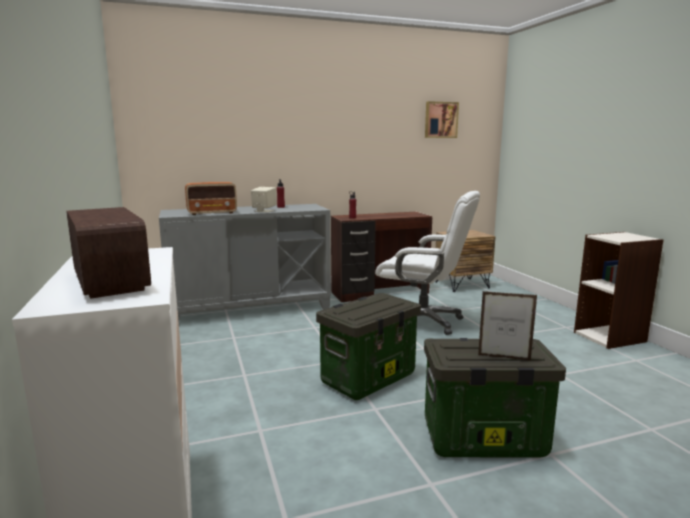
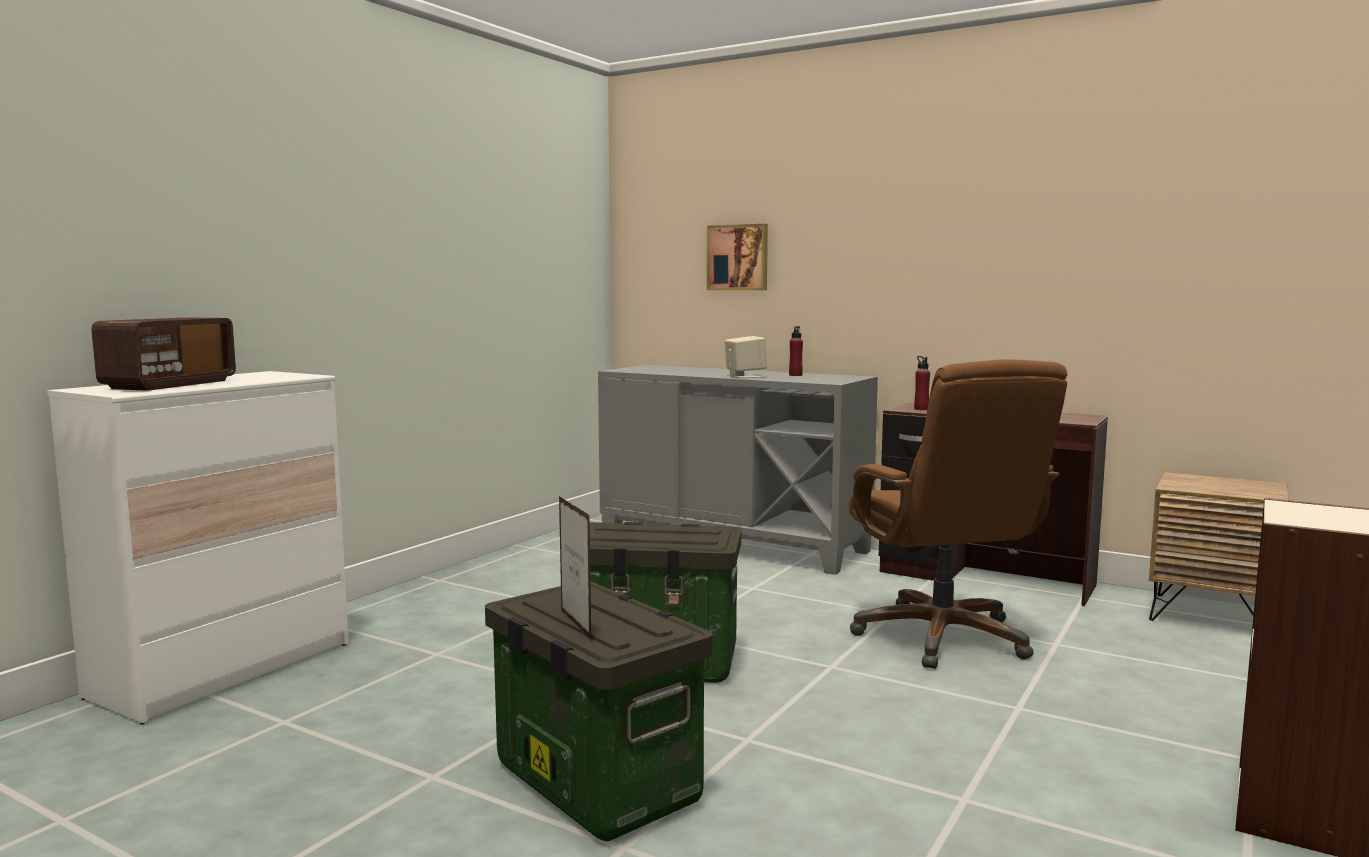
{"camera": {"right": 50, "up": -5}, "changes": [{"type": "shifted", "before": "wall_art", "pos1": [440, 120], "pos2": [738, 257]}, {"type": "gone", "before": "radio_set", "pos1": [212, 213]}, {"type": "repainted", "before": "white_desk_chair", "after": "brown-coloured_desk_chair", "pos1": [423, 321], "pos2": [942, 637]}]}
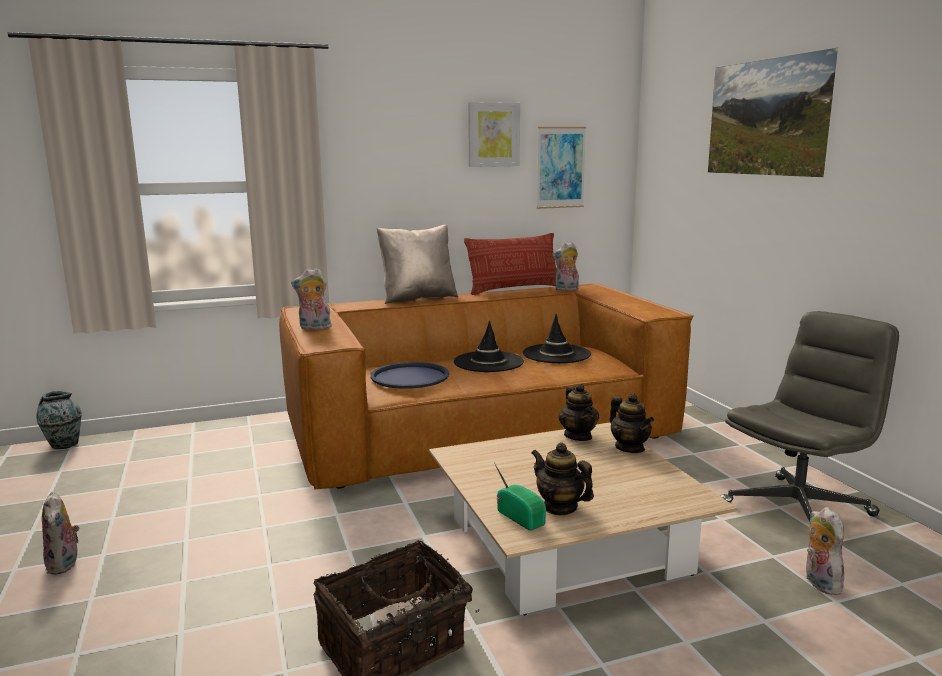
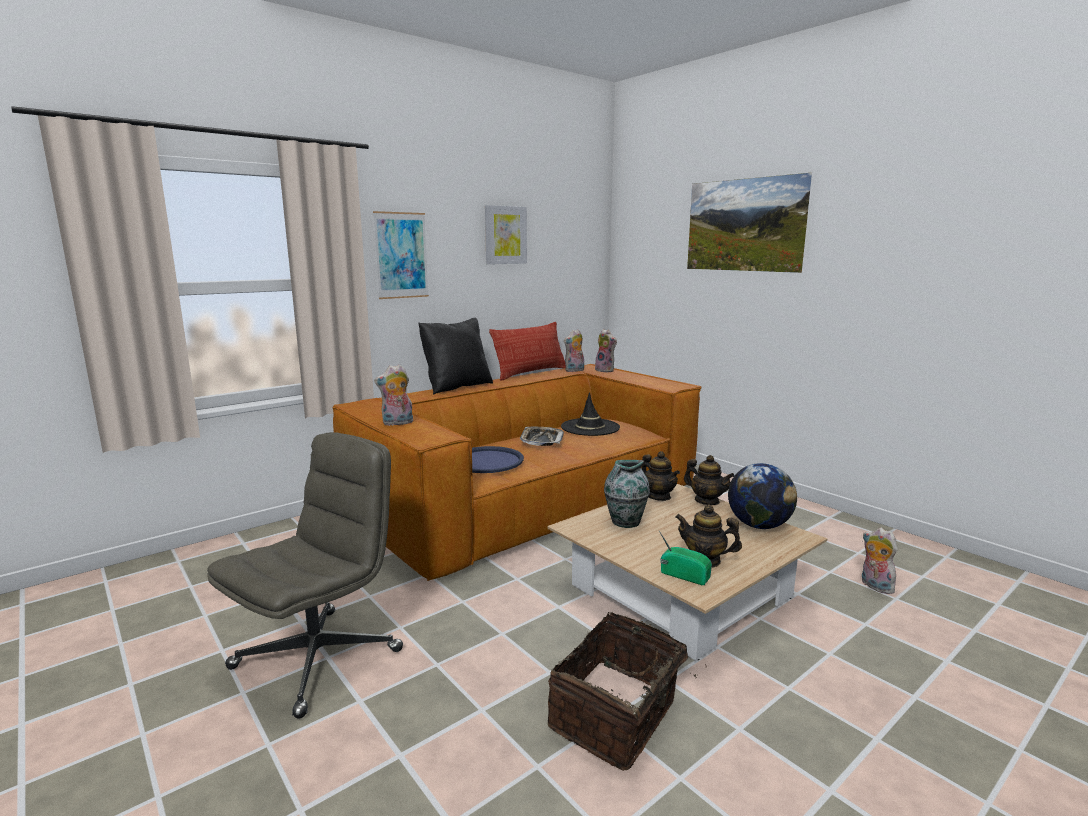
{"camera": {"right": -20, "up": 0}, "changes": [{"type": "shifted", "before": "wall_art", "pos1": [560, 167], "pos2": [401, 255]}, {"type": "repainted", "before": "beige-coloured_throw_pillow", "after": "black_throw_pillow", "pos1": [417, 298], "pos2": [456, 387]}, {"type": "shifted", "before": "grey_desk_chair", "pos1": [797, 509], "pos2": [318, 658]}, {"type": "swapped", "before": "black_wearable_hat", "after": "serving_tray", "pos1": [488, 362], "pos2": [541, 440]}, {"type": "shifted", "before": "flower_vase", "pos1": [63, 444], "pos2": [625, 522]}, {"type": "shifted", "before": "soft_toy", "pos1": [65, 565], "pos2": [606, 370]}, {"type": "new", "after": "globe", "pos2": [759, 525]}]}
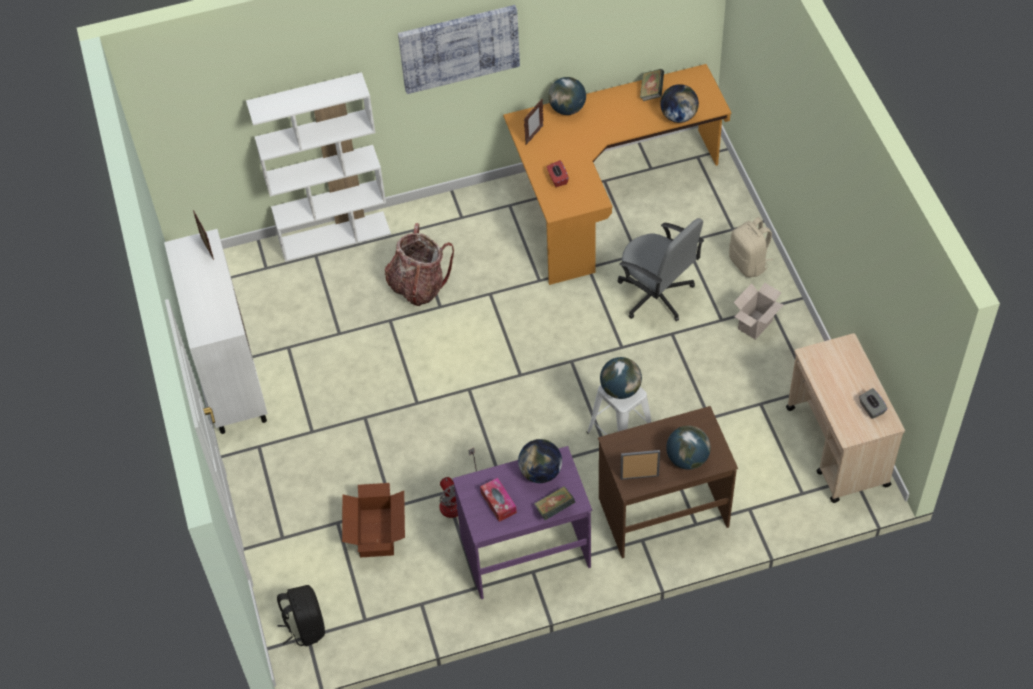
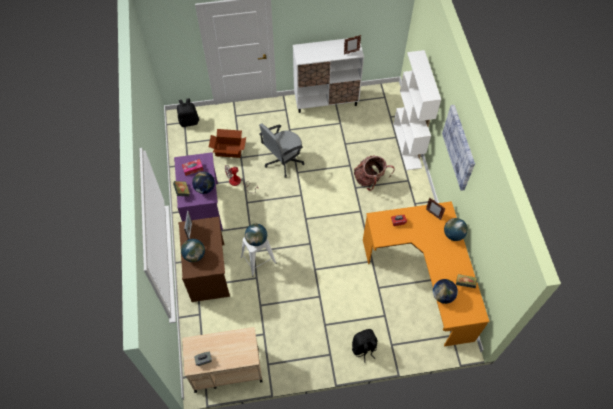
{"camera": {"right": 95, "up": 5}, "changes": [{"type": "repainted", "before": "beige-coloured_knapsack", "after": "black_knapsack", "pos1": [749, 263], "pos2": [364, 349]}, {"type": "shifted", "before": "grey_desk_chair", "pos1": [656, 295], "pos2": [283, 161]}, {"type": "gone", "before": "cardboard_box", "pos1": [755, 326]}]}
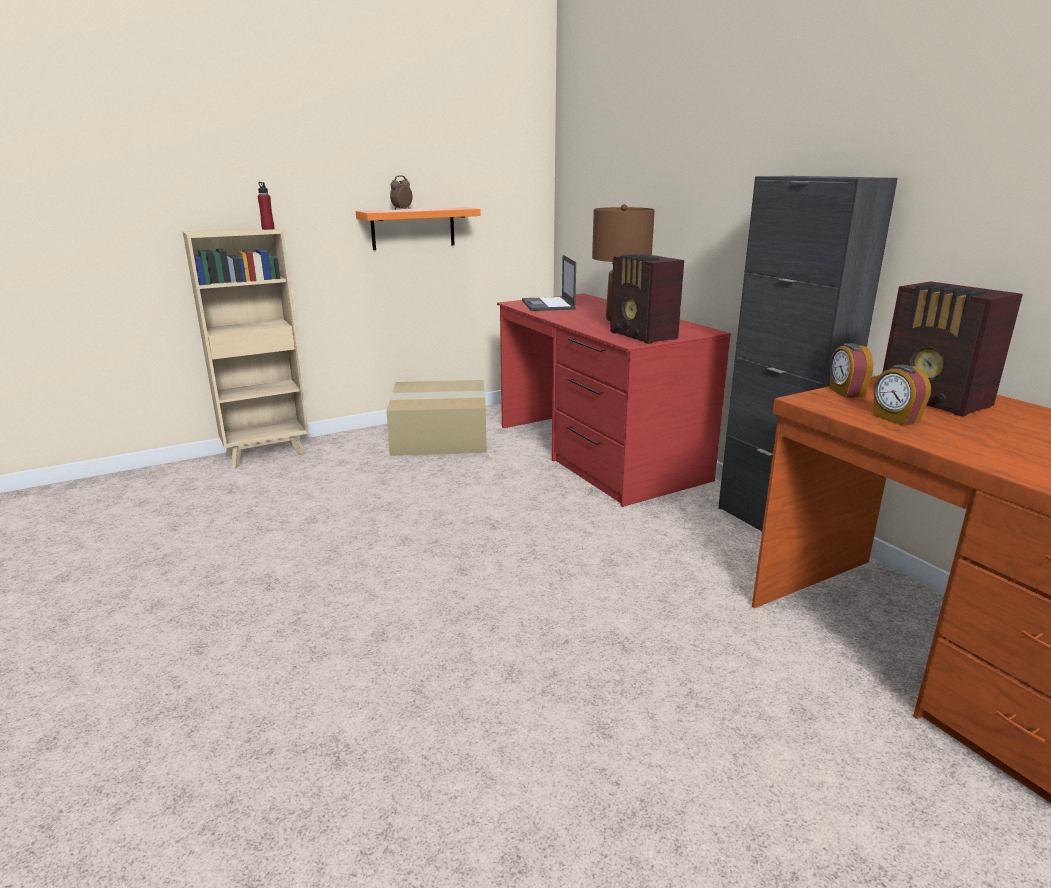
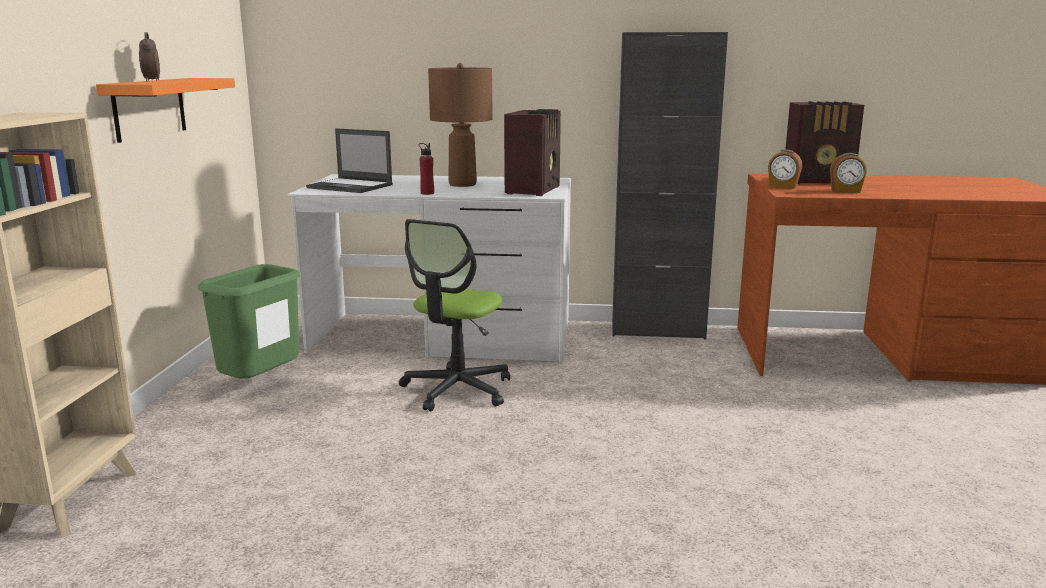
{"camera": {"right": -55, "up": -5}, "changes": [{"type": "shifted", "before": "red-coloured_bottle", "pos1": [268, 229], "pos2": [427, 193]}, {"type": "rotated", "before": "radio_set", "pos1": [643, 336], "pos2": [534, 190], "turn": -75}, {"type": "repainted", "before": "red-coloured_desk_table", "after": "white_desk_table", "pos1": [597, 452], "pos2": [443, 337]}, {"type": "swapped", "before": "cardboard_box", "after": "greenish_trash_can", "pos1": [438, 437], "pos2": [261, 386]}, {"type": "new", "after": "desk_chair", "pos2": [457, 389]}]}
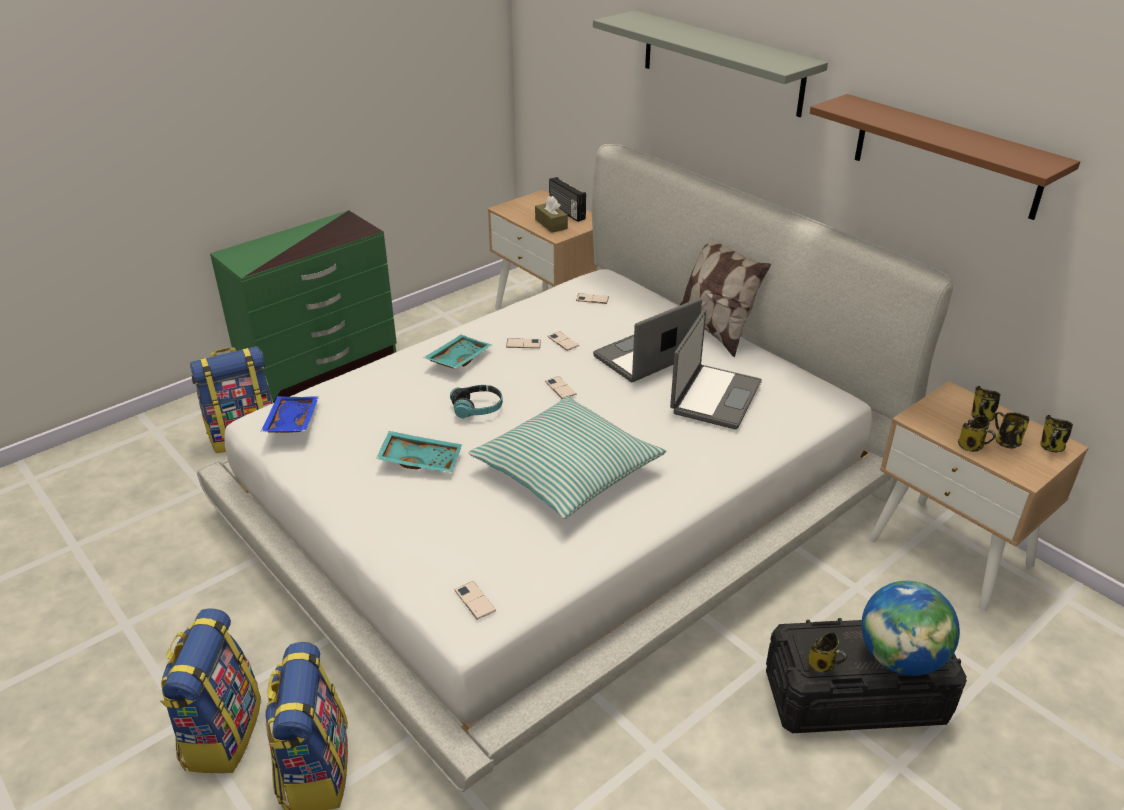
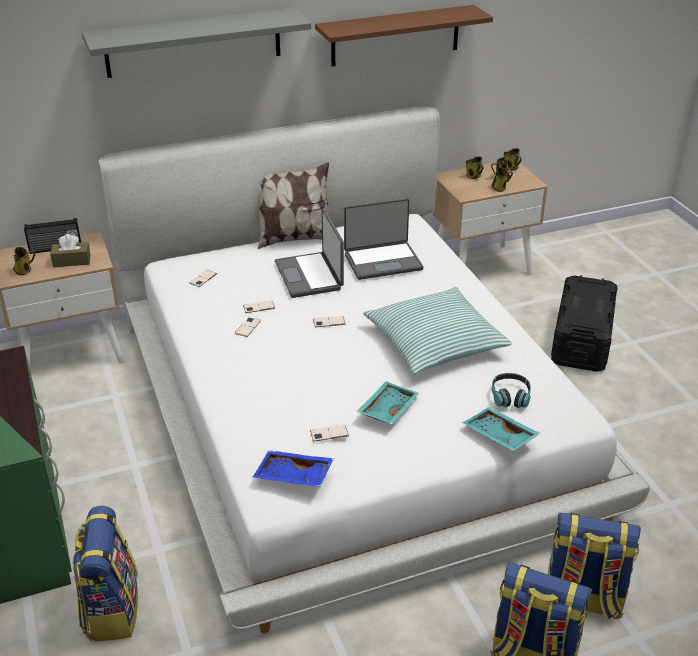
{"camera": {"right": -70, "up": 0}, "changes": [{"type": "rotated", "before": "notebook_computer", "pos1": [714, 397], "pos2": [382, 261], "turn": 120}, {"type": "shifted", "before": "blue-green_serving_tray", "pos1": [457, 359], "pos2": [498, 436]}, {"type": "shifted", "before": "headphones", "pos1": [477, 408], "pos2": [510, 396]}, {"type": "shifted", "before": "handset", "pos1": [475, 600], "pos2": [329, 433]}, {"type": "gone", "before": "globe", "pos1": [900, 658]}, {"type": "shifted", "before": "coffee_mug", "pos1": [822, 664], "pos2": [24, 270]}]}
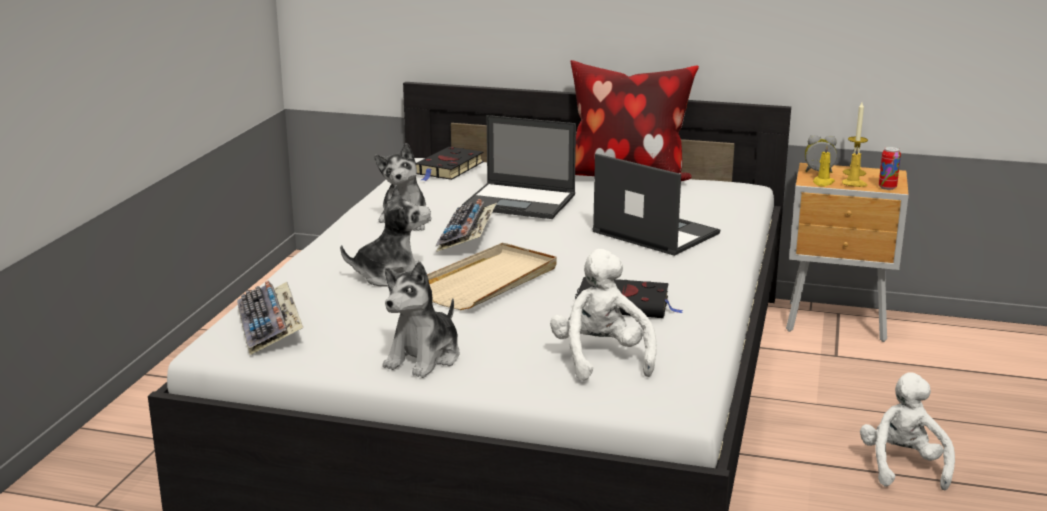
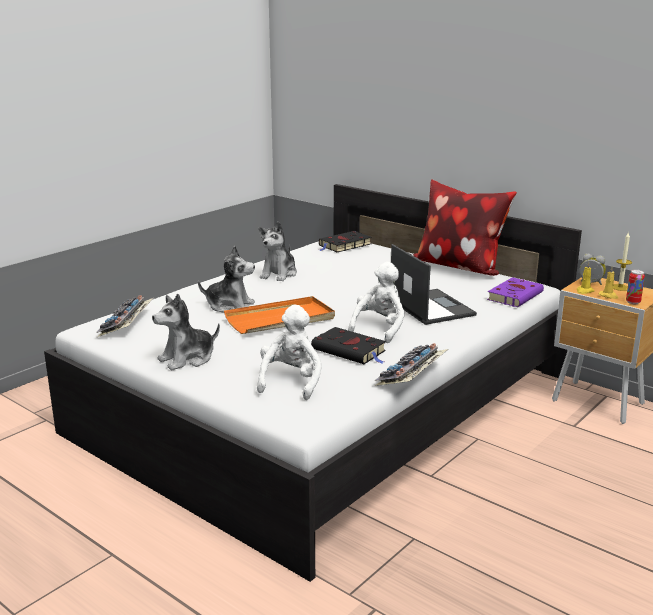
{"camera": {"right": 25, "up": 0}, "changes": [{"type": "gone", "before": "notebook_computer", "pos1": [521, 202]}, {"type": "shifted", "before": "keyboard", "pos1": [467, 236], "pos2": [412, 375]}, {"type": "repainted", "before": "beige-coloured_serving_tray", "after": "orange-coloured_serving_tray", "pos1": [487, 281], "pos2": [281, 319]}, {"type": "shifted", "before": "white_soft_toy", "pos1": [902, 466], "pos2": [379, 328]}, {"type": "new", "after": "purple_volume", "pos2": [515, 296]}]}
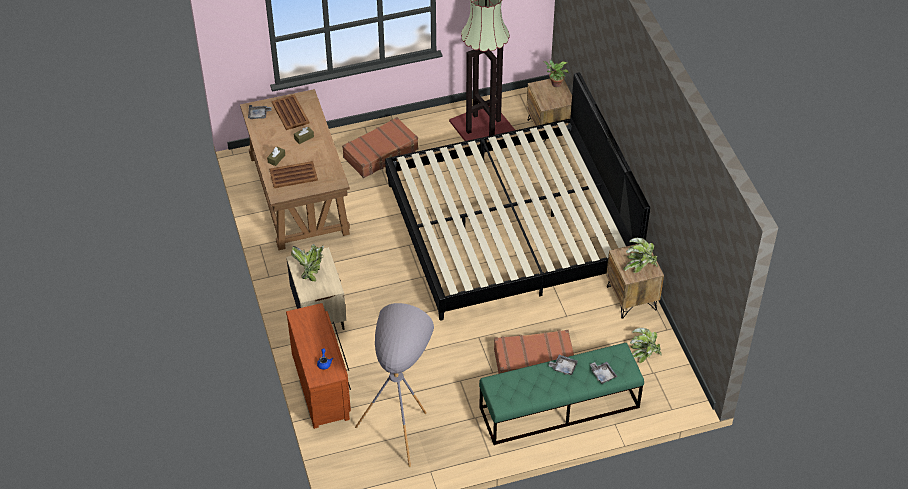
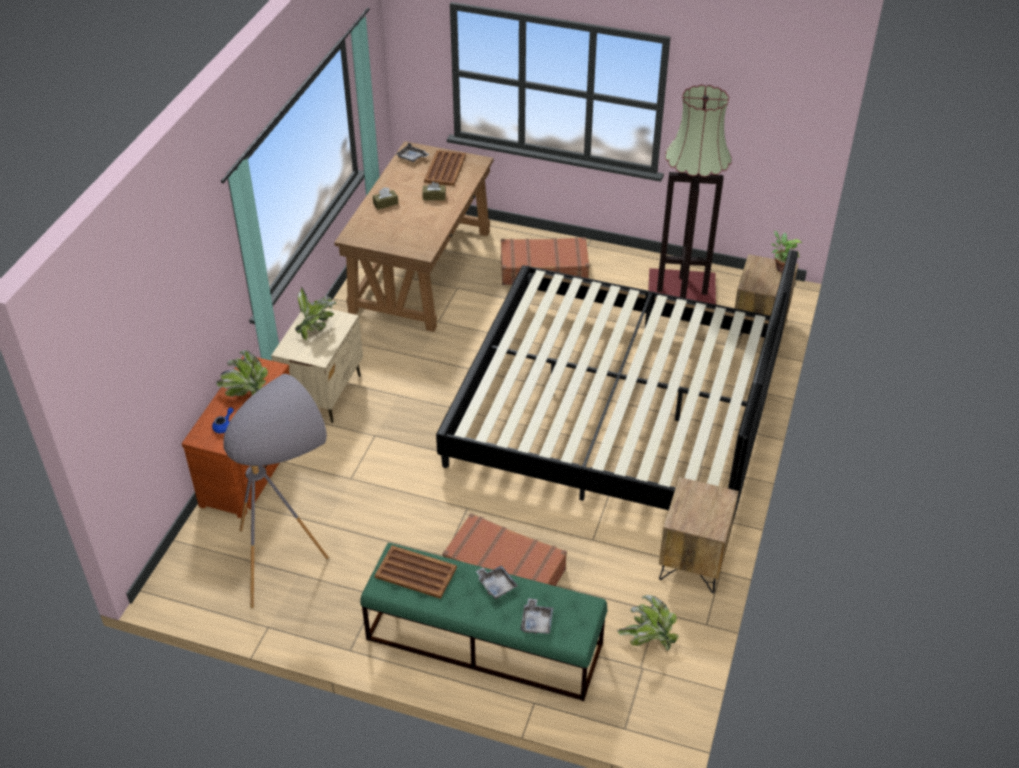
{"camera": {"right": 35, "up": -5}, "changes": [{"type": "shifted", "before": "brown-coloured_serving_tray", "pos1": [293, 175], "pos2": [415, 572]}, {"type": "shifted", "before": "houseplant", "pos1": [640, 266], "pos2": [246, 392]}]}
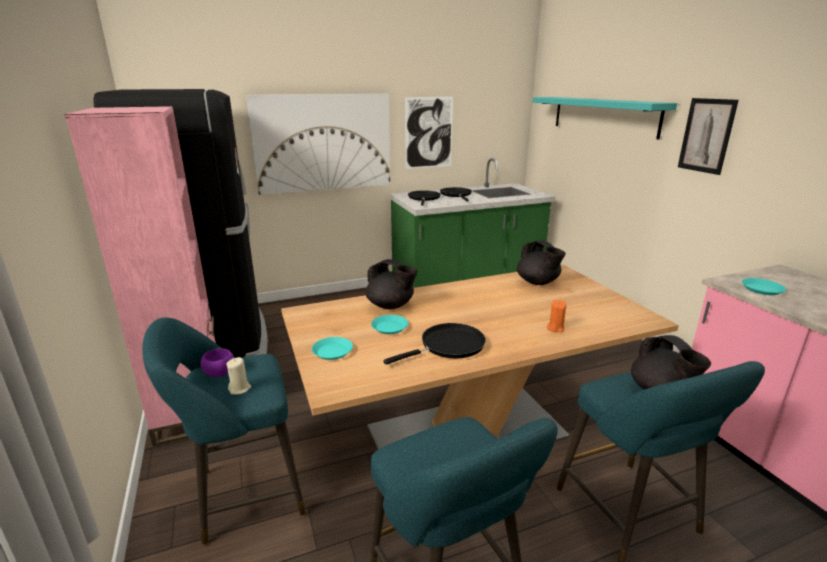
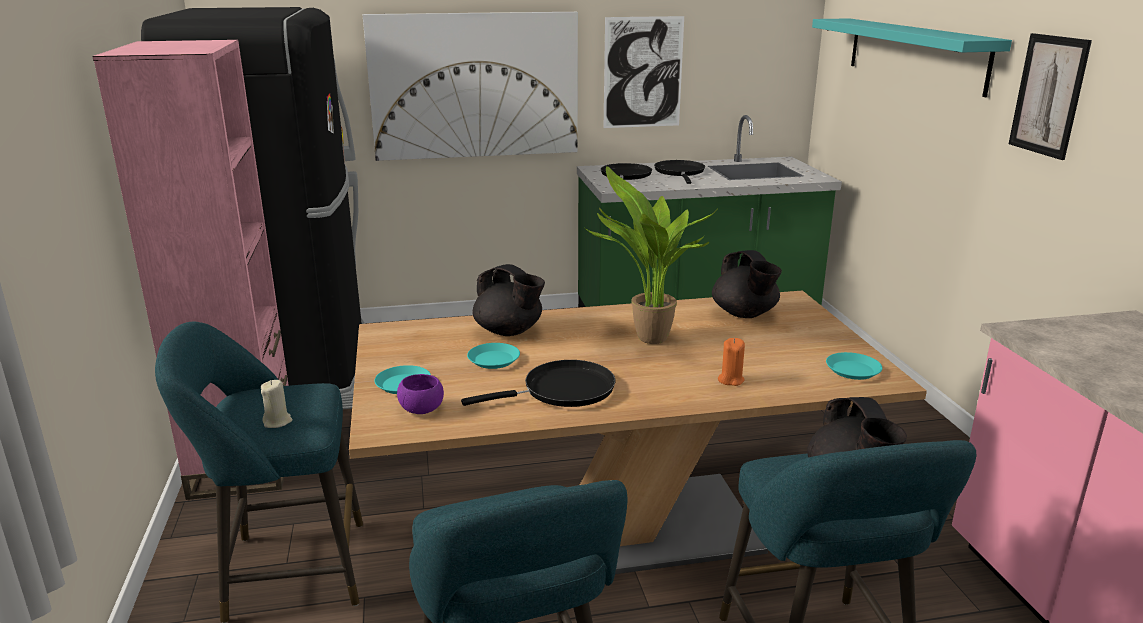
{"camera": {"right": 10, "up": 0}, "changes": [{"type": "shifted", "before": "blue-green_plate", "pos1": [761, 289], "pos2": [853, 370]}, {"type": "shifted", "before": "purple_deep_dish", "pos1": [220, 373], "pos2": [422, 410]}, {"type": "new", "after": "houseplant", "pos2": [647, 340]}]}
